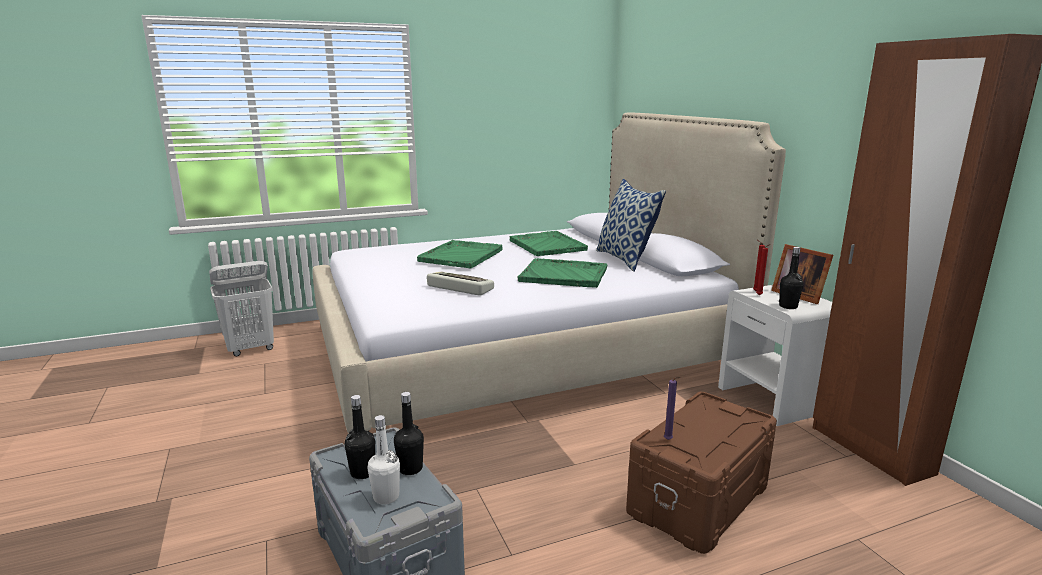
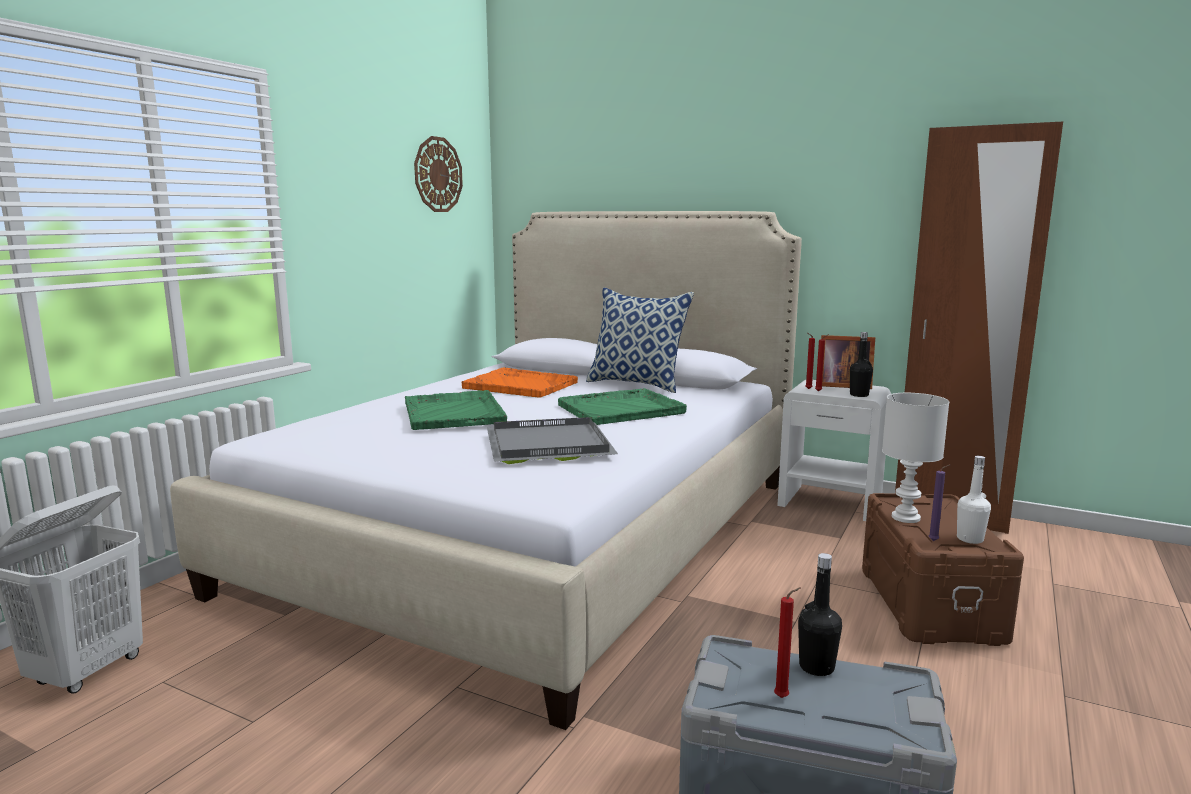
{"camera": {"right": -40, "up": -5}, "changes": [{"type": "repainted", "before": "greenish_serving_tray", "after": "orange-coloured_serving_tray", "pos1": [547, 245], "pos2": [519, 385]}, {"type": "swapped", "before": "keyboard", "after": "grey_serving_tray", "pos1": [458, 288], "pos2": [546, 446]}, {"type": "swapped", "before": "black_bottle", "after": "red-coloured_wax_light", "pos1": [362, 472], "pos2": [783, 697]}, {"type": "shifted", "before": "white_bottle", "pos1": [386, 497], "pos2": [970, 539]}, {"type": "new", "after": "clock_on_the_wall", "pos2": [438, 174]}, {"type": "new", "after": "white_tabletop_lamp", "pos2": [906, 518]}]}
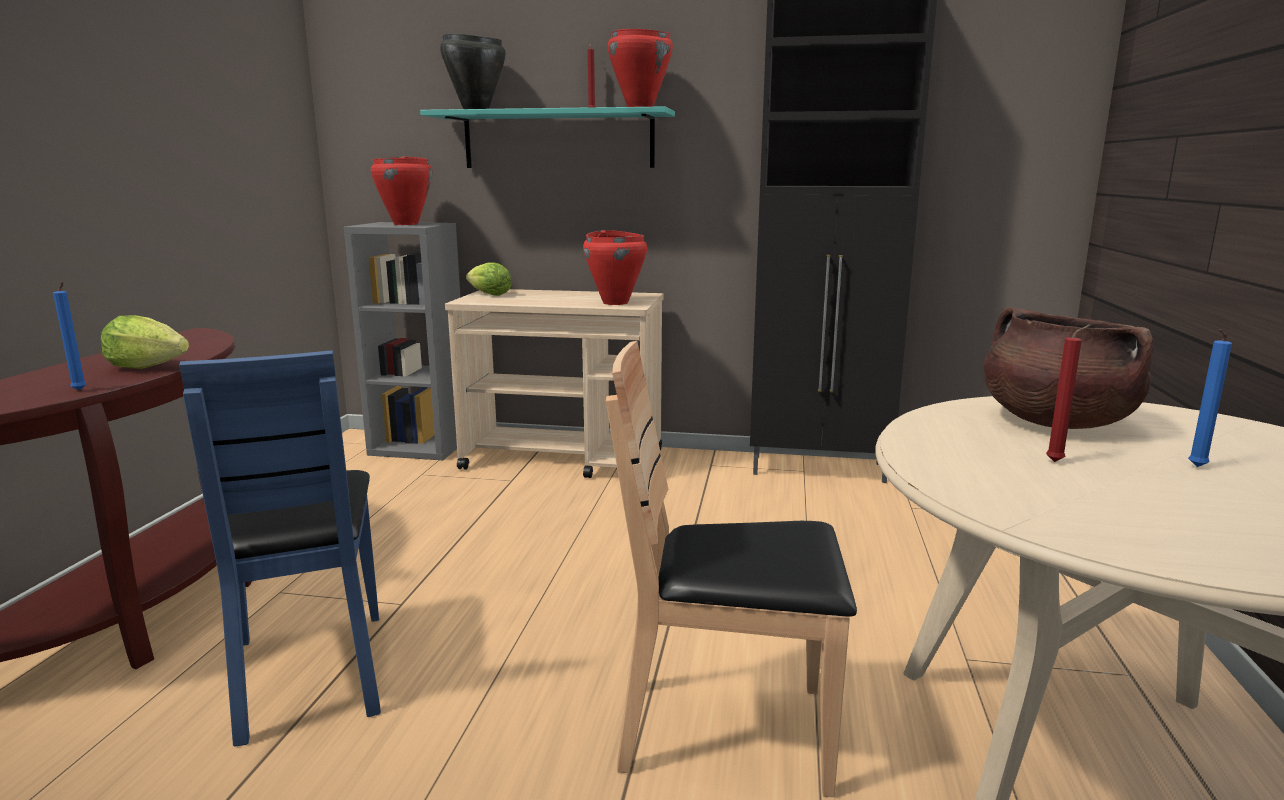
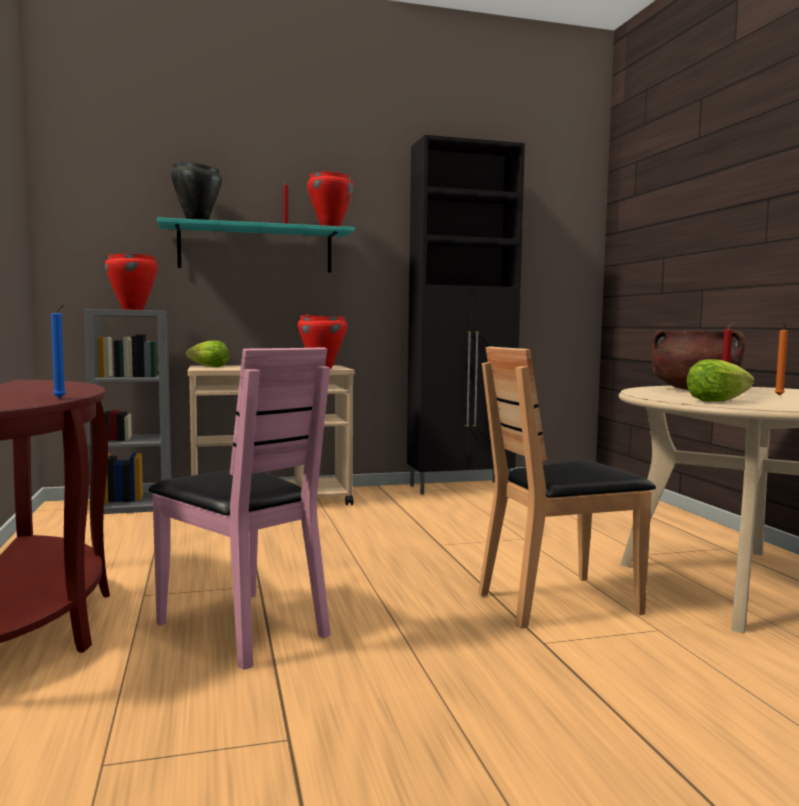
{"camera": {"right": -25, "up": -10}, "changes": [{"type": "shifted", "before": "lettuce_head", "pos1": [147, 367], "pos2": [716, 401]}, {"type": "repainted", "before": "blue_wax_light", "after": "orange-coloured_wax_light", "pos1": [1195, 467], "pos2": [779, 395]}, {"type": "repainted", "before": "blue_upright_chair", "after": "pink_upright_chair", "pos1": [310, 673], "pos2": [243, 628]}]}
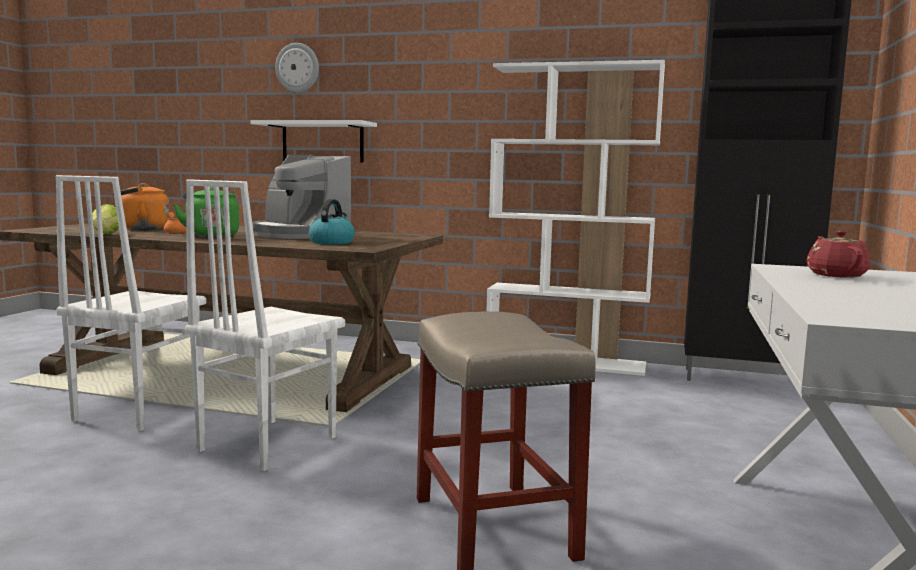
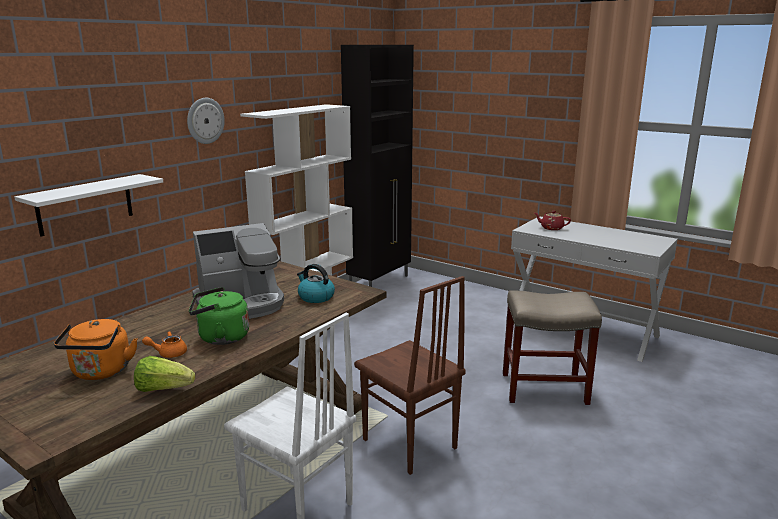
{"camera": {"right": -70, "up": 10}, "changes": [{"type": "shifted", "before": "clock_on_the_wall", "pos1": [297, 68], "pos2": [205, 120]}, {"type": "repainted", "before": "white_upright_chair", "after": "brown-coloured_upright_chair", "pos1": [265, 443], "pos2": [408, 445]}]}
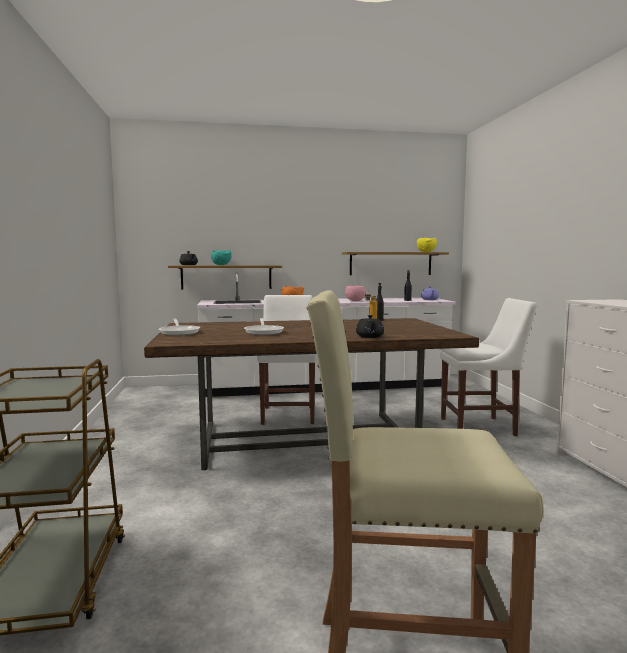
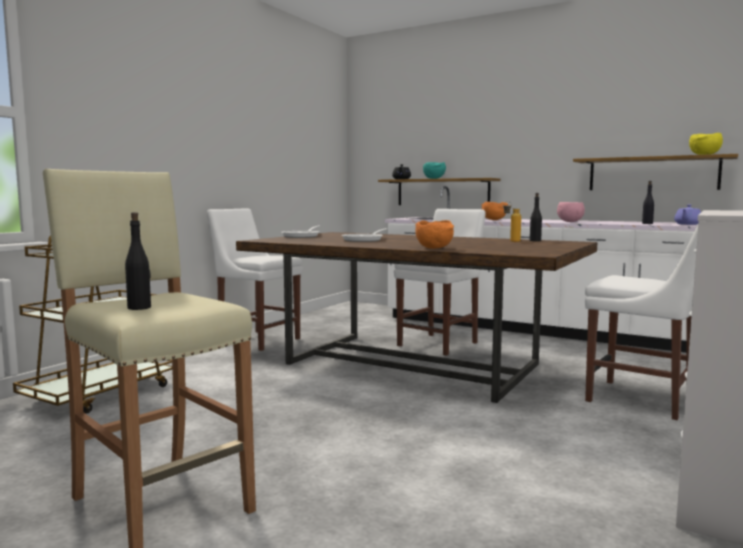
{"camera": {"right": 40, "up": 0}, "changes": [{"type": "swapped", "before": "black_pot_for_tea", "after": "orange-coloured_deep_dish", "pos1": [369, 337], "pos2": [435, 248]}, {"type": "new", "after": "white_upright_chair", "pos2": [257, 339]}, {"type": "new", "after": "black_bottle", "pos2": [139, 307]}]}
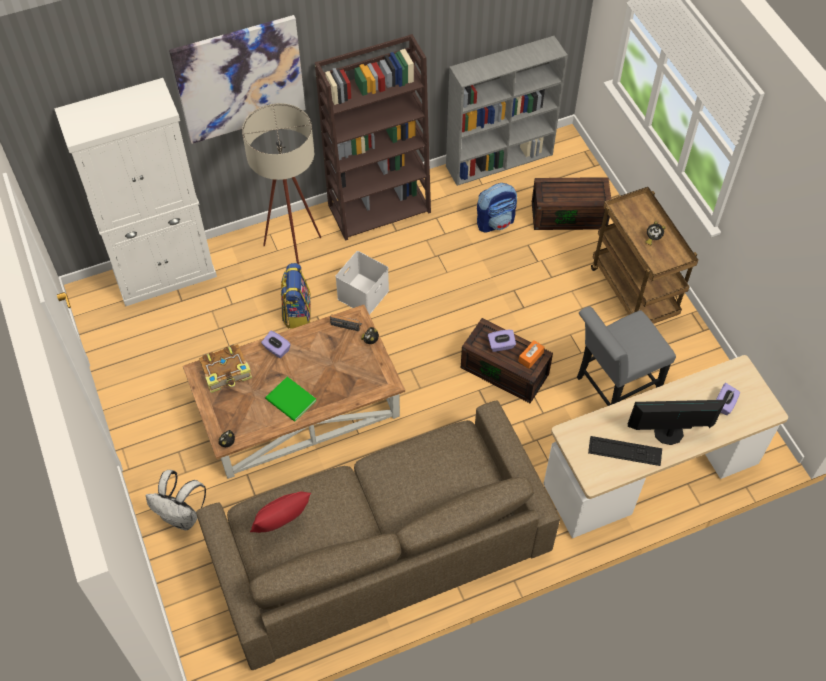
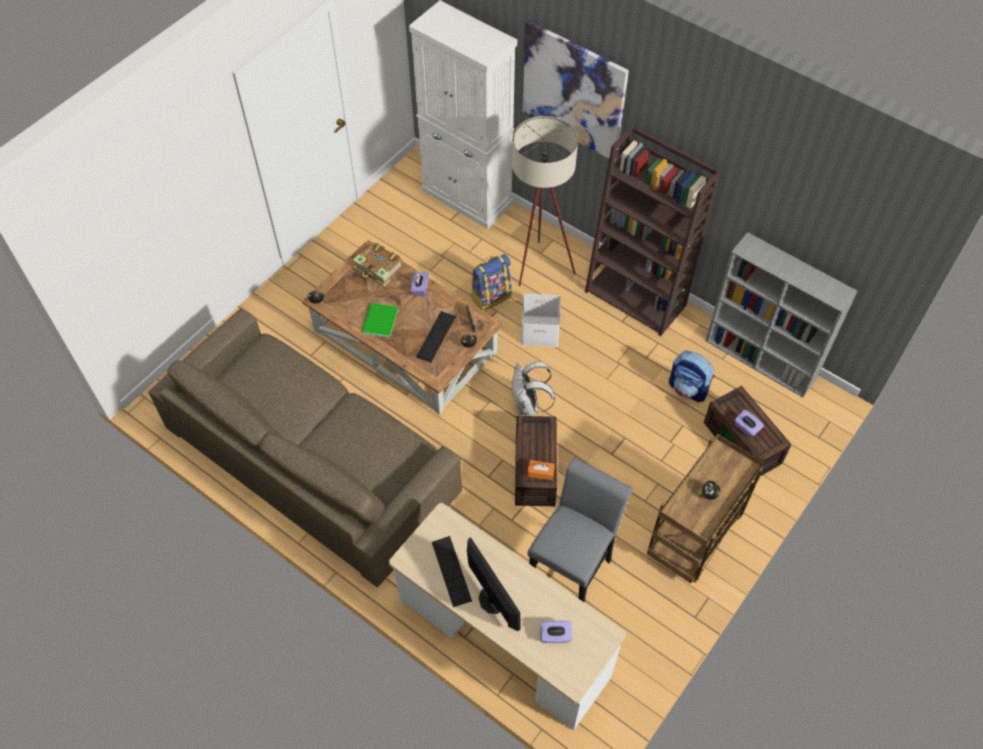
{"camera": {"right": 60, "up": 0}, "changes": [{"type": "rotated", "before": "grey_upright_chair", "pos1": [612, 389], "pos2": [573, 565], "turn": 90}, {"type": "shifted", "before": "purple_tissue_holder", "pos1": [501, 345], "pos2": [746, 428]}, {"type": "shifted", "before": "white_knapsack", "pos1": [182, 517], "pos2": [528, 405]}, {"type": "gone", "before": "red-coloured_throw_pillow", "pos1": [282, 523]}, {"type": "new", "after": "keyboard", "pos2": [436, 336]}]}
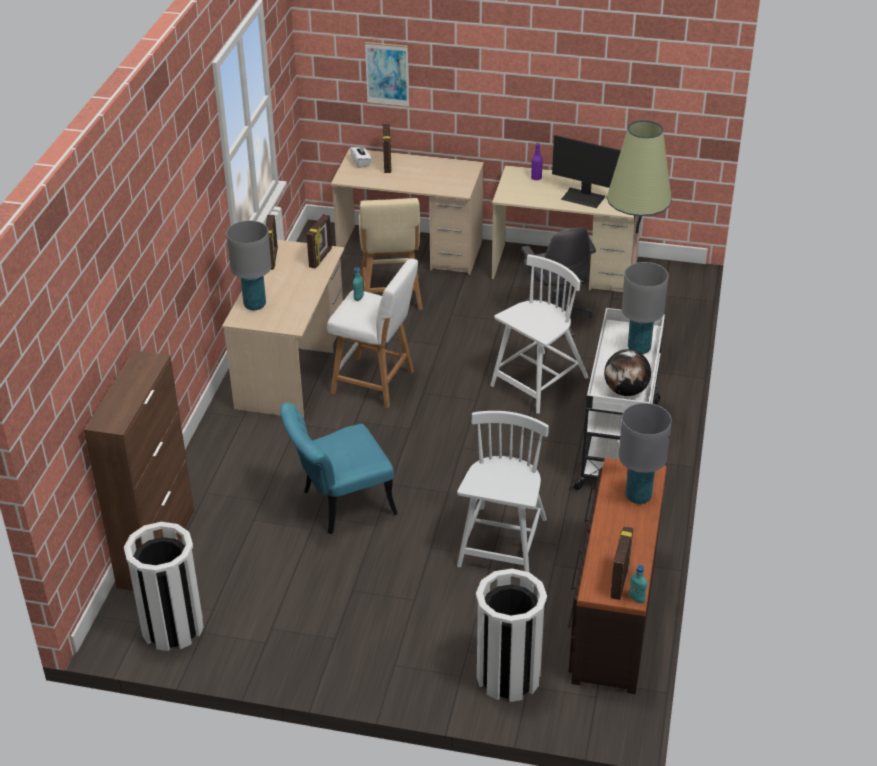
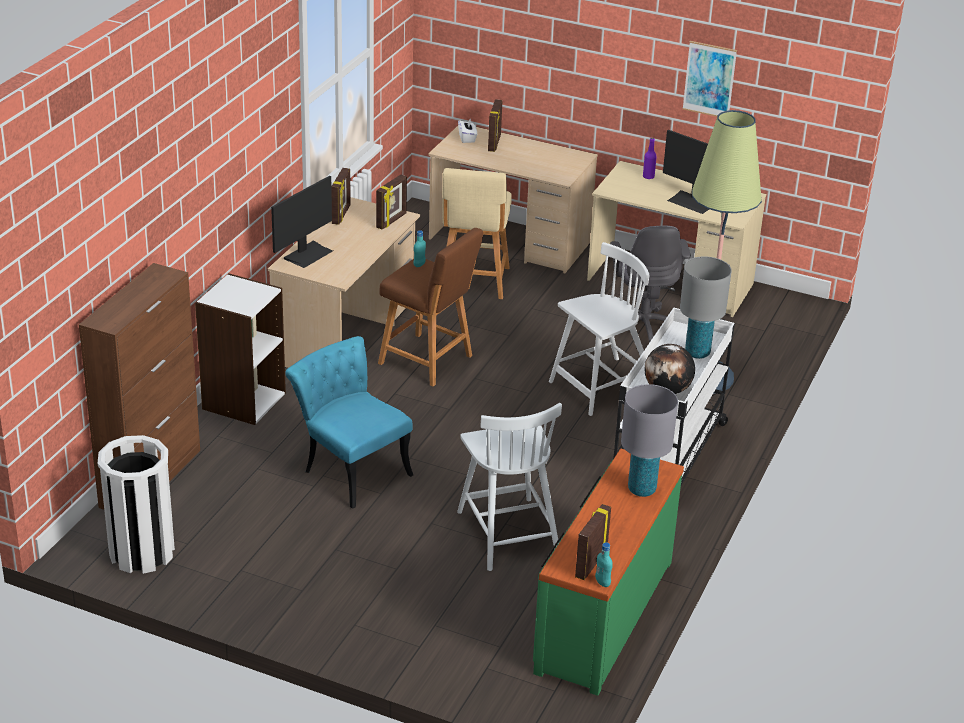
{"camera": {"right": 10, "up": -5}, "changes": [{"type": "shifted", "before": "wall_art", "pos1": [387, 74], "pos2": [709, 79]}, {"type": "swapped", "before": "grey_tabletop_lamp", "after": "monitor", "pos1": [254, 305], "pos2": [308, 254]}, {"type": "repainted", "before": "white_stool", "after": "brown-coloured_stool", "pos1": [376, 383], "pos2": [429, 361]}, {"type": "rotated", "before": "blue-green_upright_chair", "pos1": [339, 505], "pos2": [350, 469], "turn": 60}, {"type": "rotated", "before": "white_upright_chair", "pos1": [502, 544], "pos2": [507, 532], "turn": 135}, {"type": "repainted", "before": "brown-coloured_chest_of_drawers", "after": "greenish_chest_of_drawers", "pos1": [613, 612], "pos2": [602, 615]}, {"type": "gone", "before": "white_trash_can", "pos1": [508, 676]}, {"type": "new", "after": "white_shelving_unit", "pos2": [243, 400]}]}
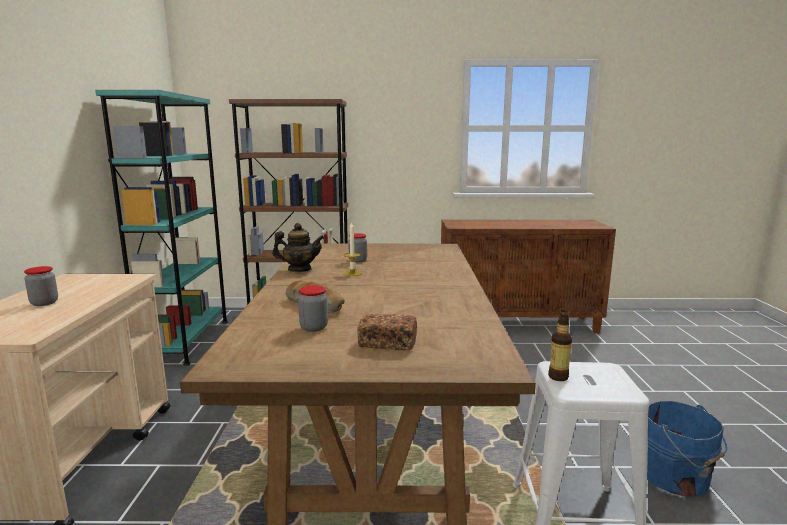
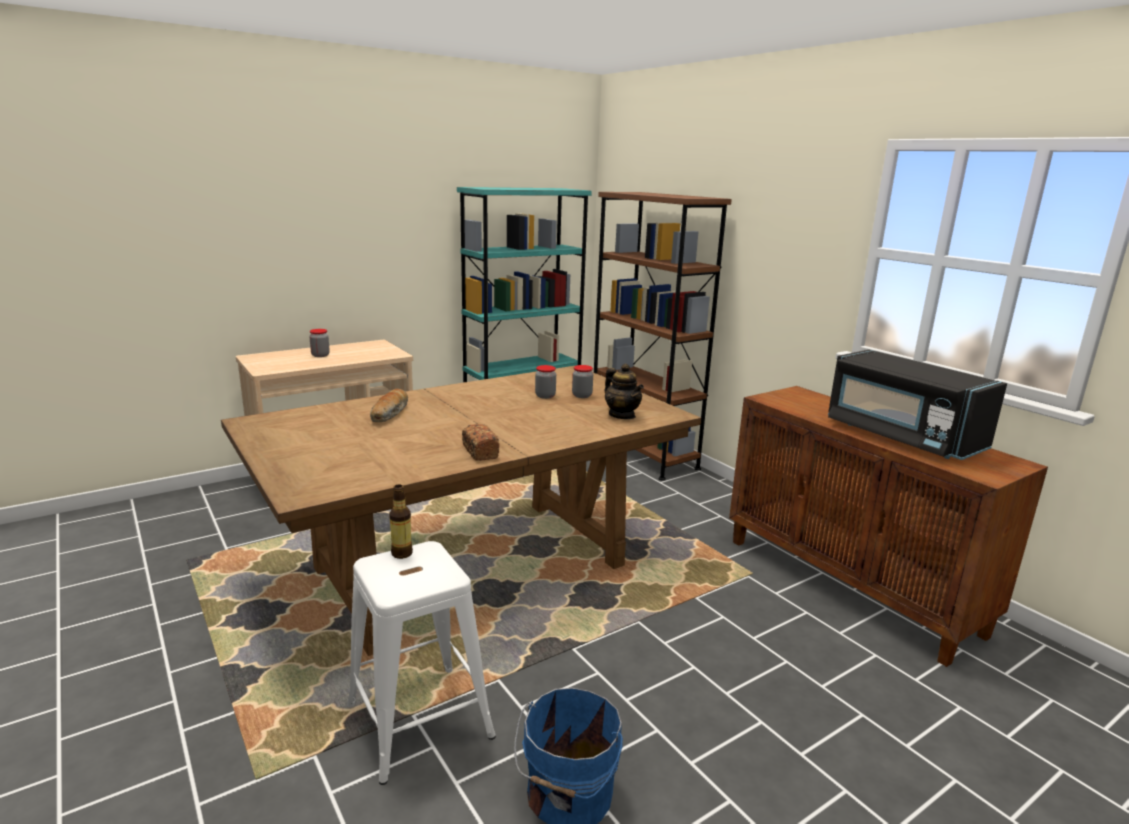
{"camera": {"right": 55, "up": 5}, "changes": [{"type": "gone", "before": "wax_light", "pos1": [352, 273]}, {"type": "shifted", "before": "pot_for_tea", "pos1": [299, 269], "pos2": [622, 415]}, {"type": "shifted", "before": "preserve_jar", "pos1": [314, 327], "pos2": [582, 395]}, {"type": "shifted", "before": "bread", "pos1": [387, 344], "pos2": [480, 452]}, {"type": "new", "after": "black_kitchen_microwave", "pos2": [901, 436]}]}
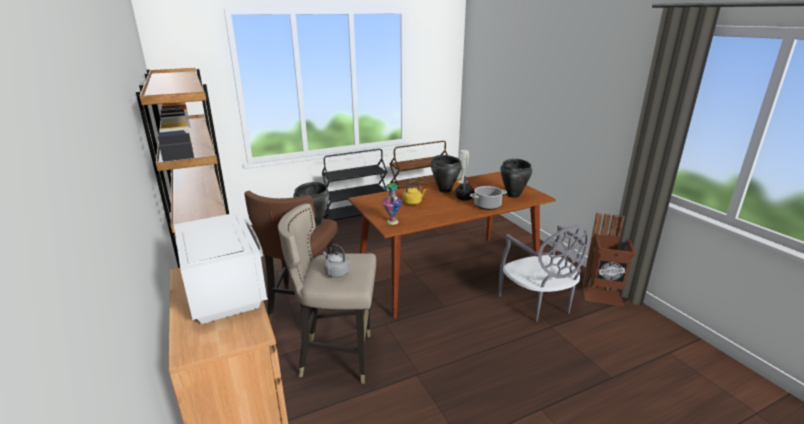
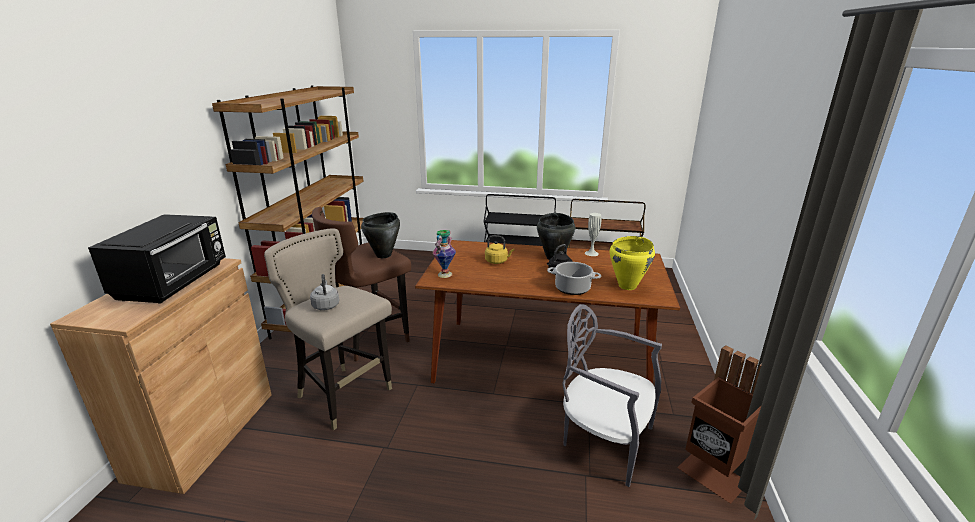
{"camera": {"right": 35, "up": 0}, "changes": [{"type": "repainted", "before": "black_saucepot", "after": "yellow_saucepot", "pos1": [513, 195], "pos2": [627, 286]}, {"type": "repainted", "before": "white_kitchen_microwave", "after": "black_kitchen_microwave", "pos1": [226, 290], "pos2": [174, 282]}, {"type": "rotated", "before": "grey_upright_chair", "pos1": [538, 303], "pos2": [604, 440], "turn": 105}]}
